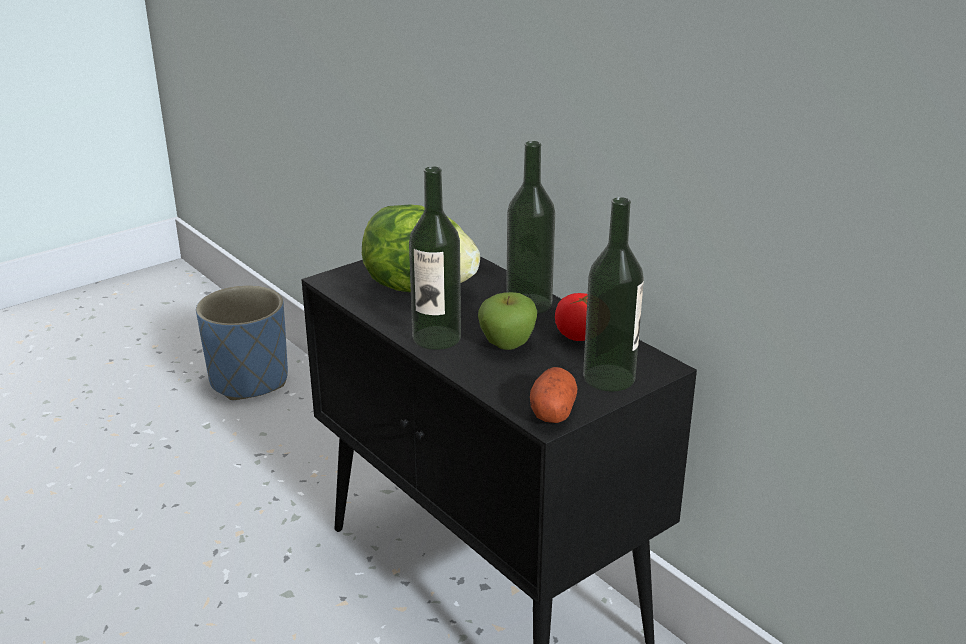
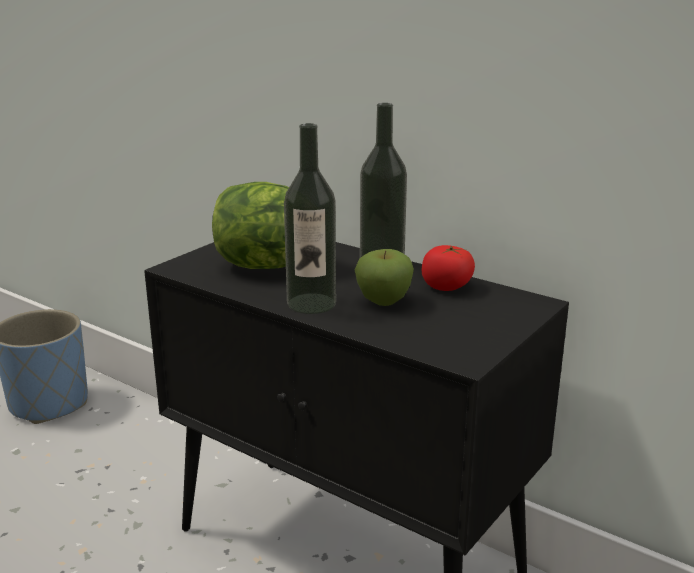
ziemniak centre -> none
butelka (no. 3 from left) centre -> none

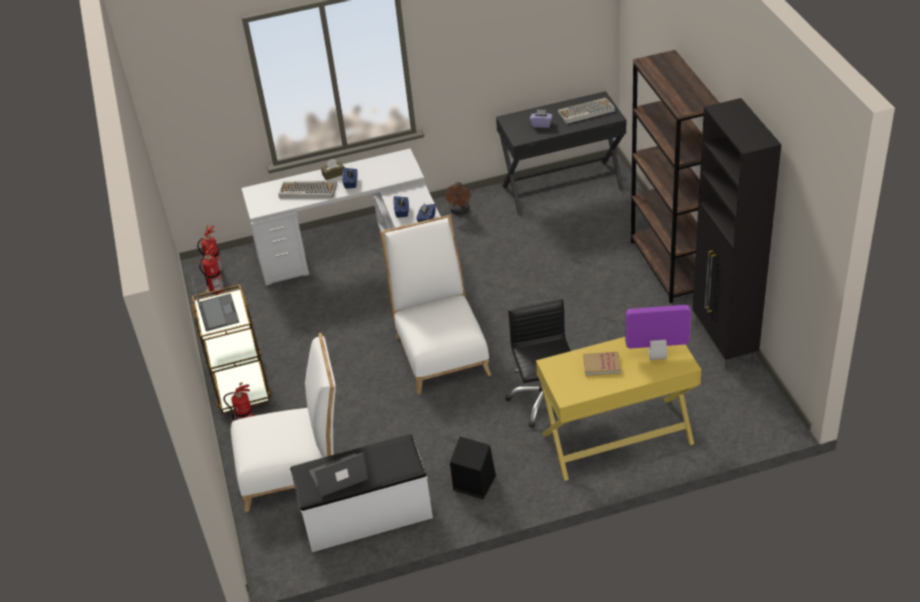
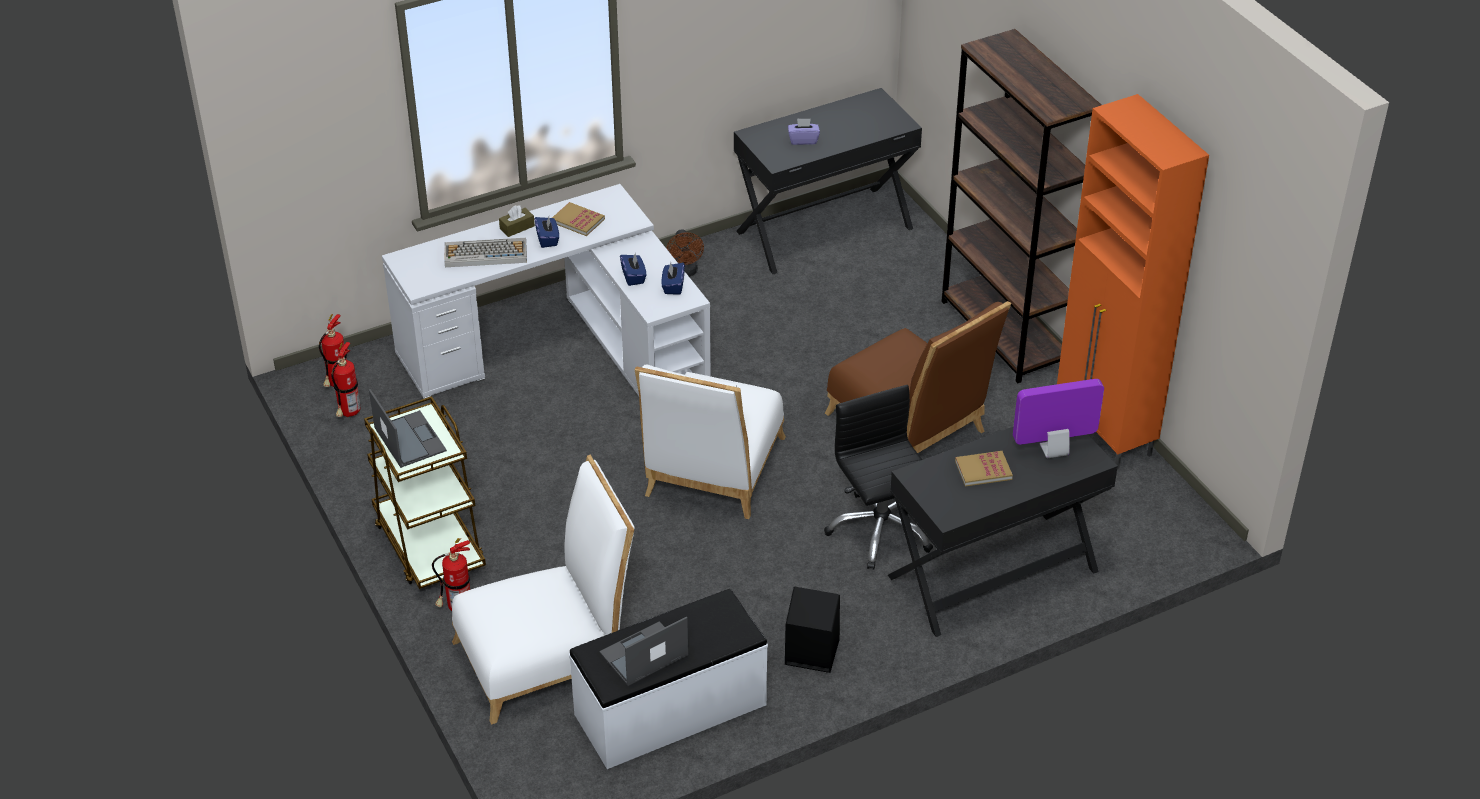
klawiatura (no. 2 from left) top centre -> none
none -> książka (no. 1 from left) top centre
none -> krzesło (brązowy) centre
biurko (żółty) bottom right -> biurko (czarny) (no. 2 from left) middle right
szafka (czarny) middle right -> szafka (pomarańczowy) middle right
krzesło (biały) (no. 2 from left) centre, 135 degrees counterclockwise

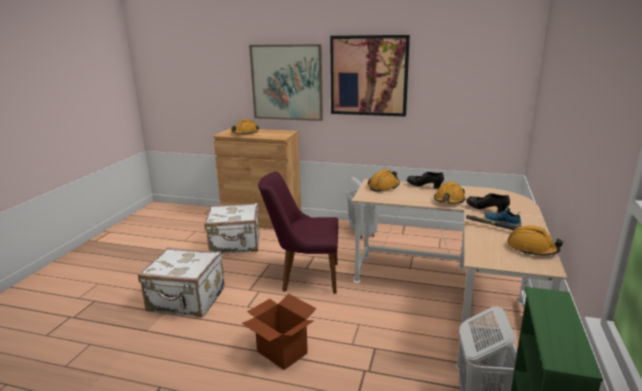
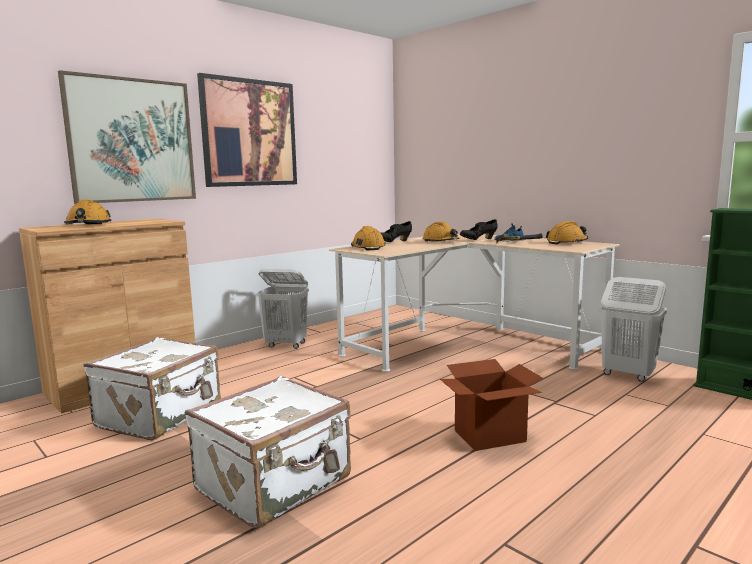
krzesło (fioletowy) centre -> none

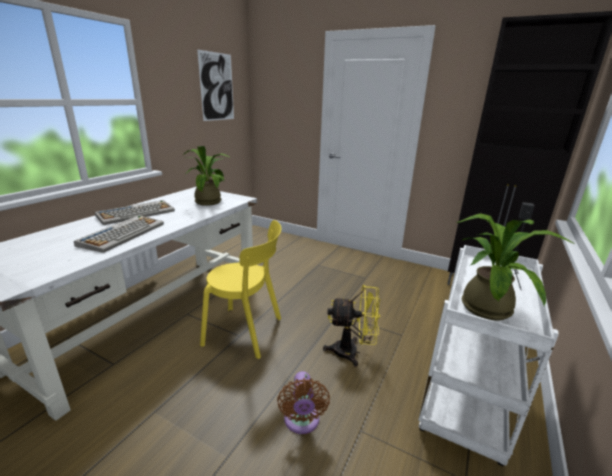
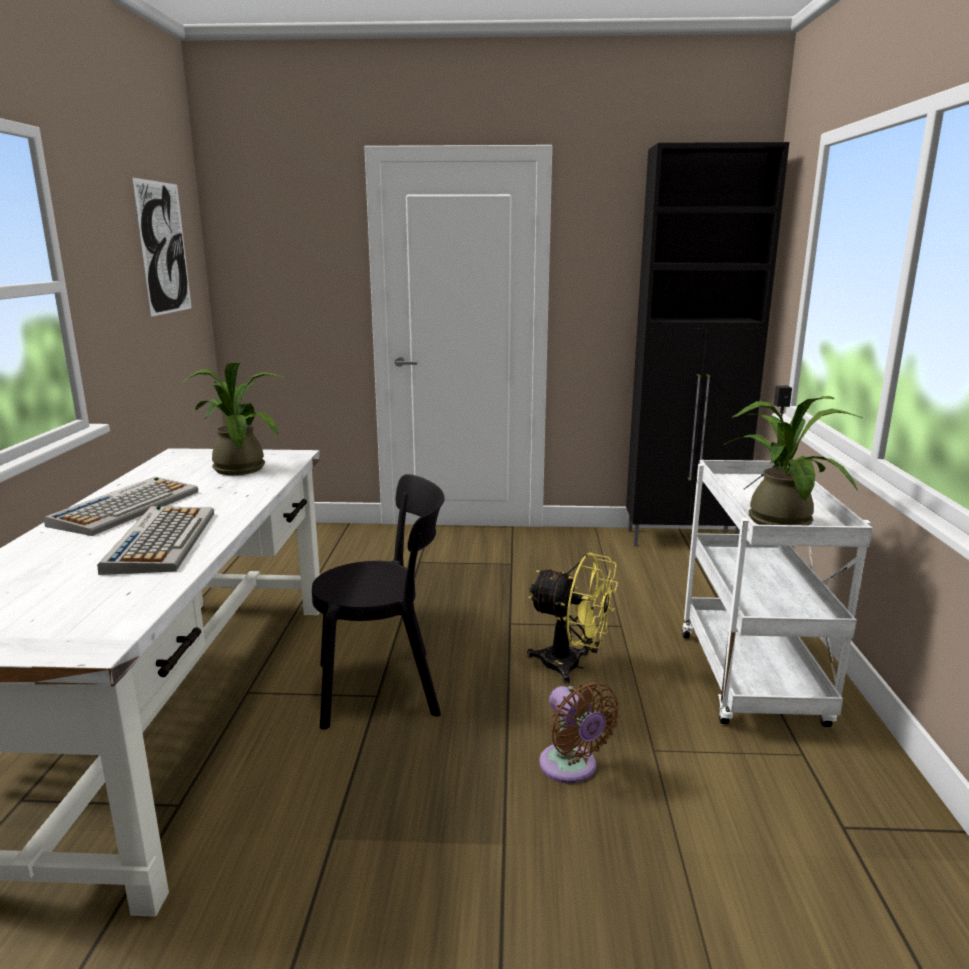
krzesło (żółty) centre -> krzesło (czarny) centre
wentylator (żółty) bottom centre -> wentylator (żółty) centre, 45 degrees clockwise

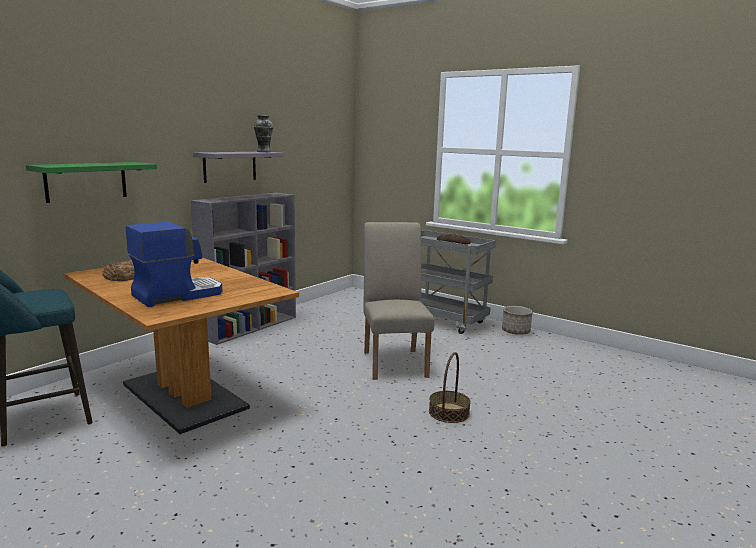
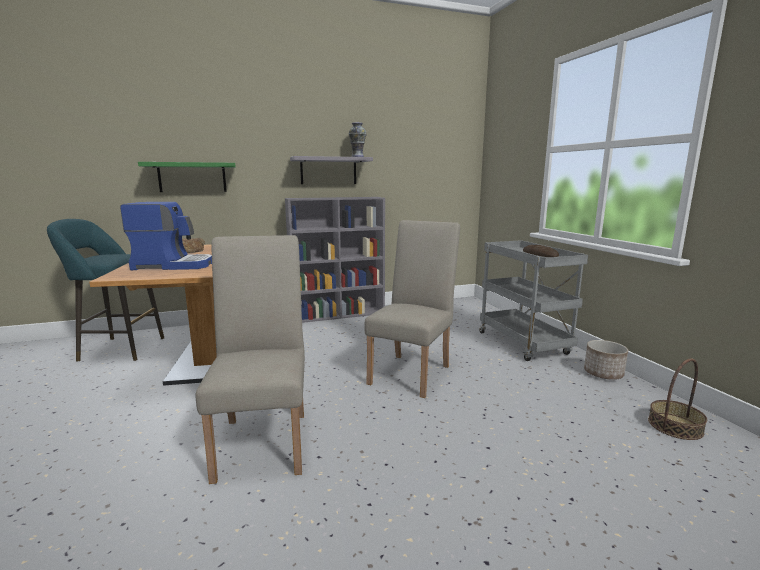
none -> krzesło (beżowy) (no. 1 from left) middle left
koszyk bottom centre -> koszyk bottom right, relocated

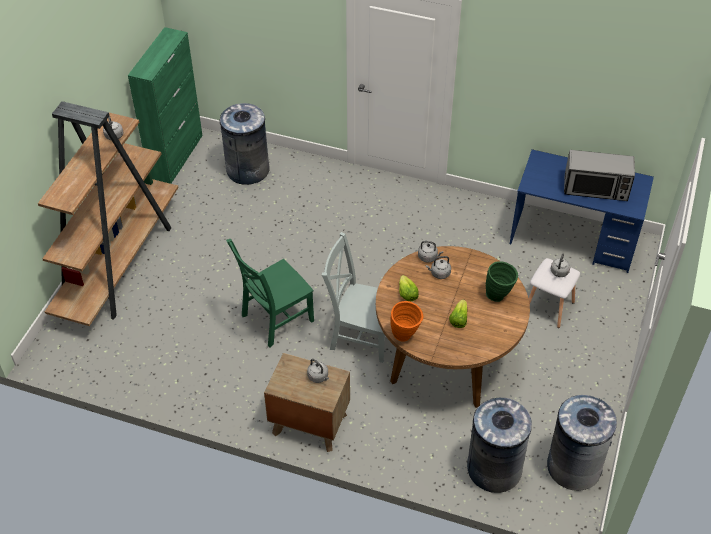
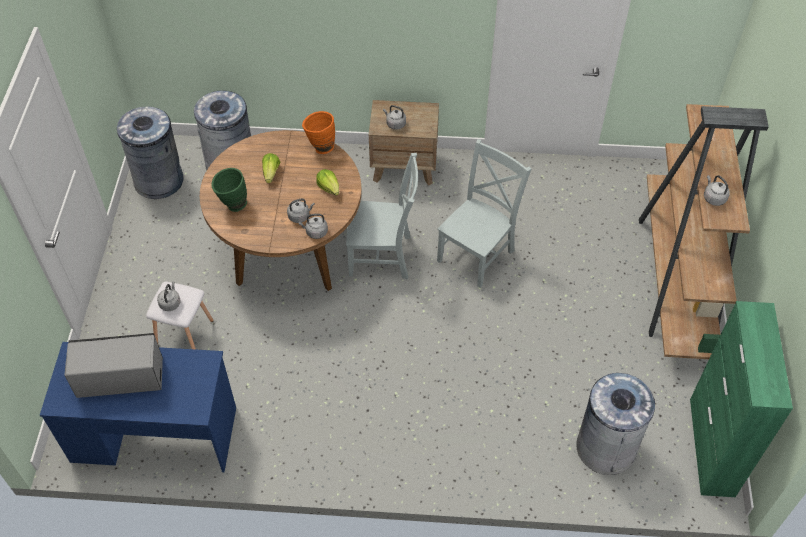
krzesło (zielony) centre -> krzesło (szary) (no. 2 from left) centre

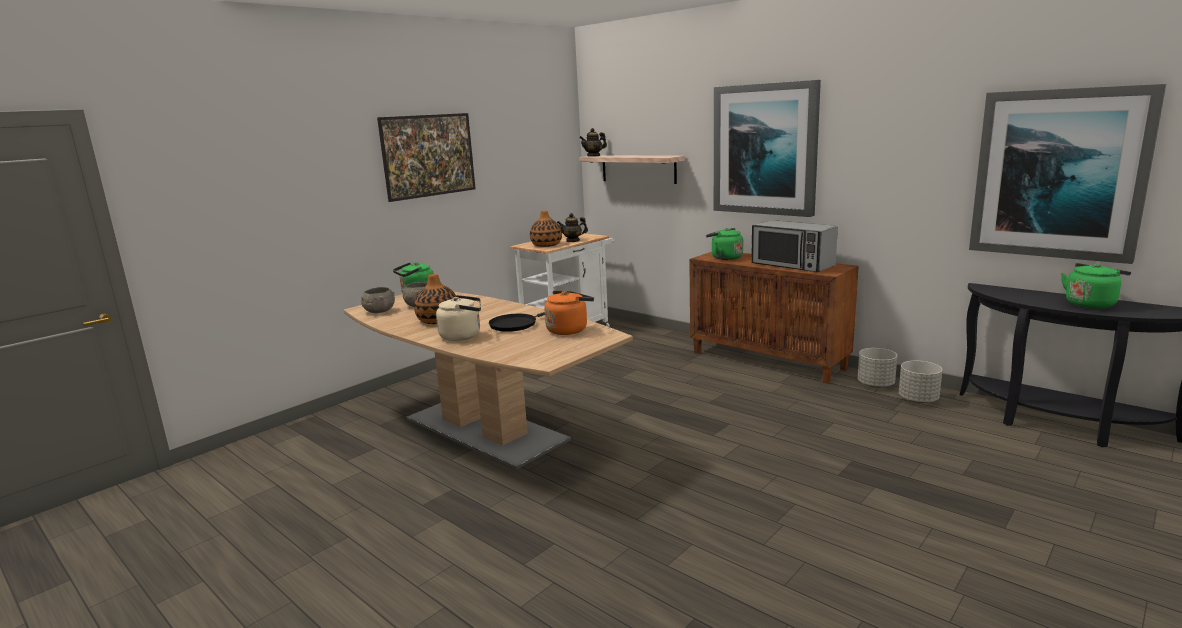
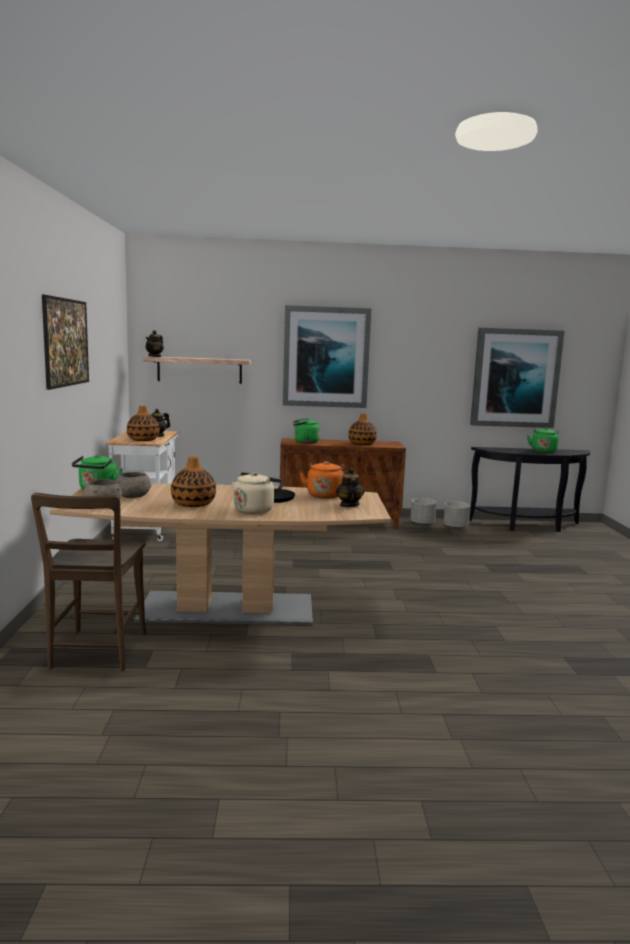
none -> krzesło (brązowy) middle left
none -> imbryk (no. 3 from left) centre
mikrofalówka middle right -> wazon (no. 3 from left) centre

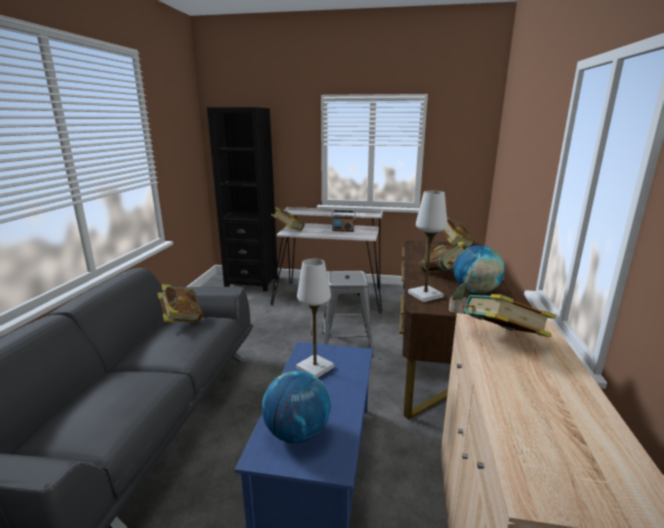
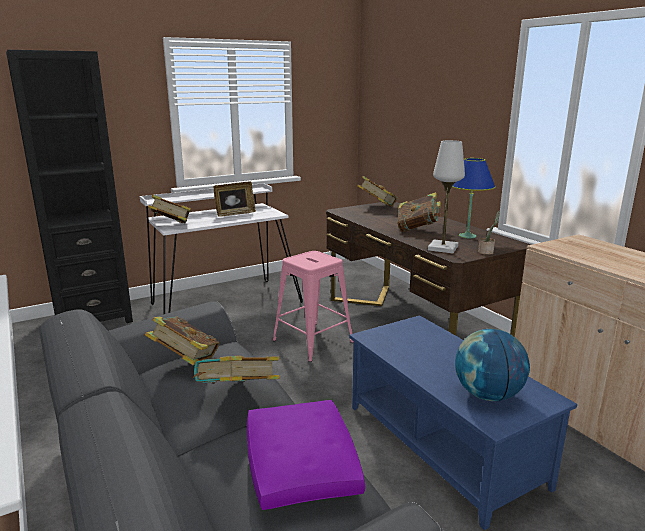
lampa stołowa (biały) (no. 1 from left) centre -> none
none -> poduszka (fioletowy) bottom centre
książka (no. 5 from left in the first image) middle right -> książka (no. 3 from left) bottom centre, relocated
radio centre -> ramka na zdjęcie centre
globus (no. 2 from left) middle right -> lampa stołowa (niebieski) middle right
stołek (szary) centre -> stołek (różowy) centre

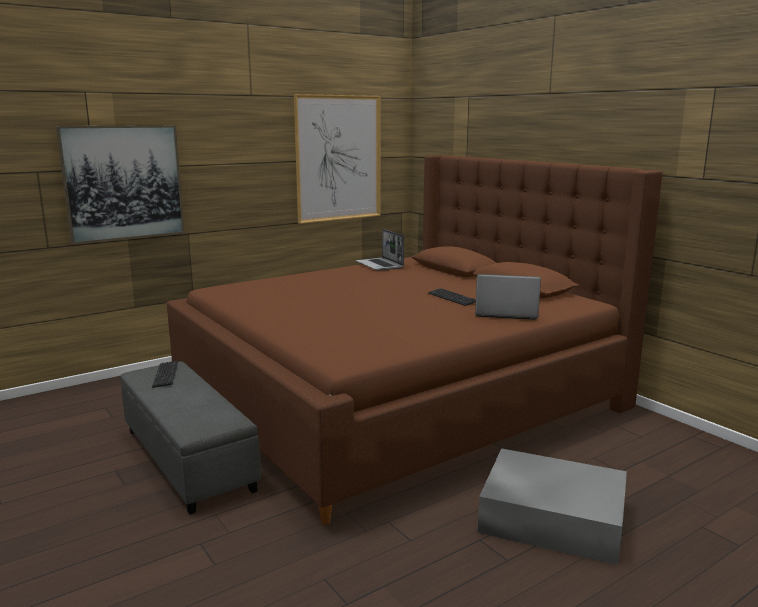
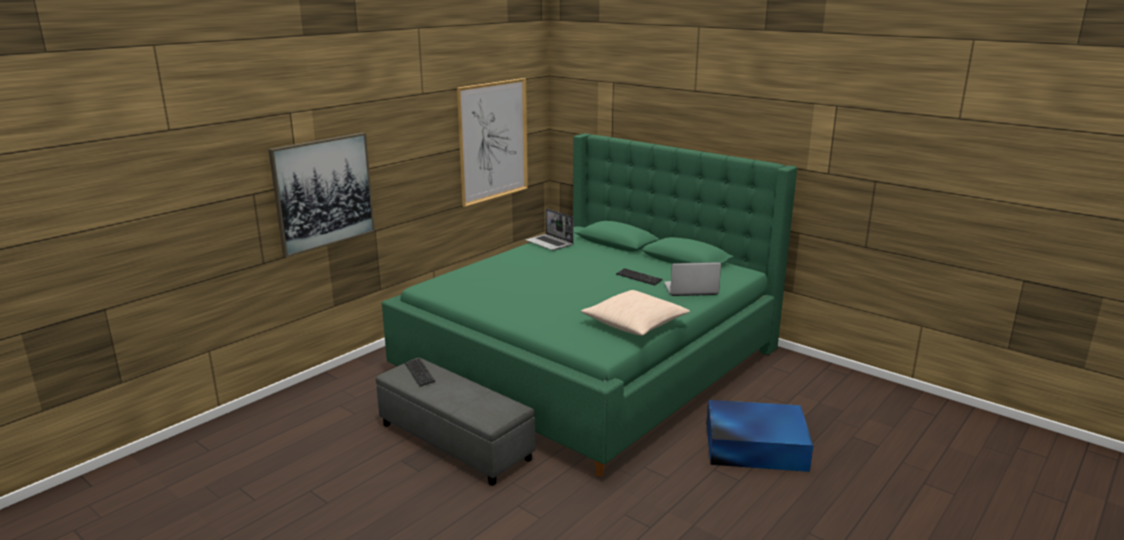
none -> poduszka (beżowy) centre
łóżko (brązowy) centre -> łóżko (zielony) centre
pojemnik do przechowywania (szary) bottom right -> pojemnik do przechowywania (niebieski) bottom right

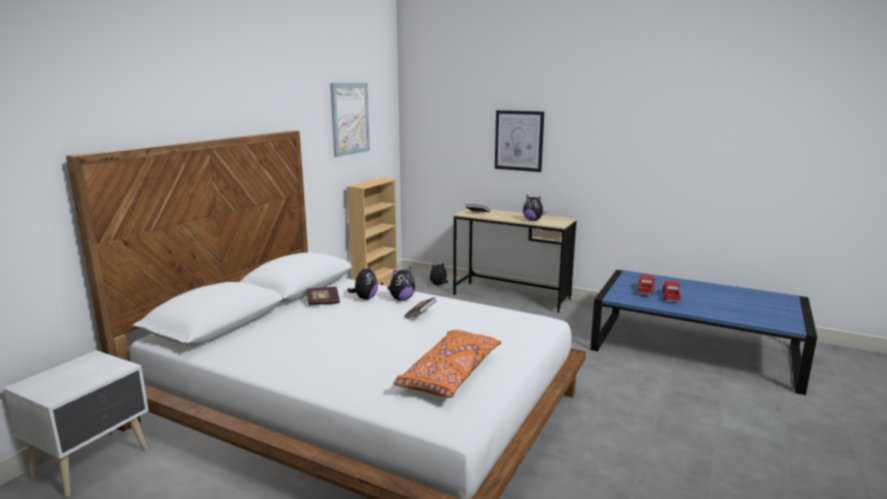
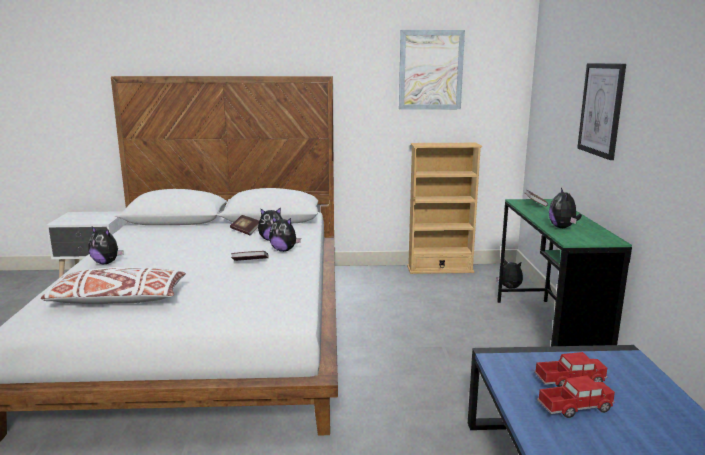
none -> pluszak (no. 1 from left) middle left
poduszka (pomarańczowy) bottom centre -> poduszka (biały) middle left
biurko (beżowy) centre -> biurko (zielony) middle right

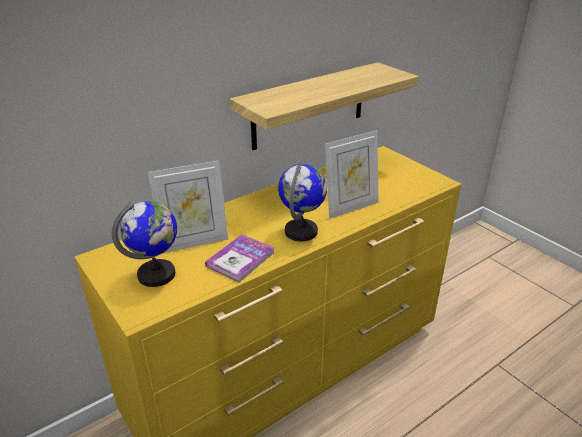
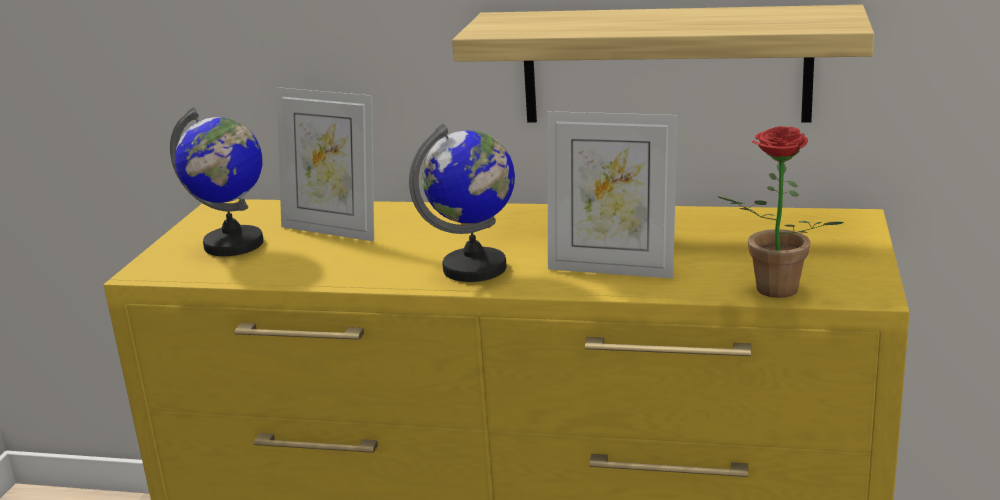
książka centre -> none
none -> roślina doniczkowa middle right

